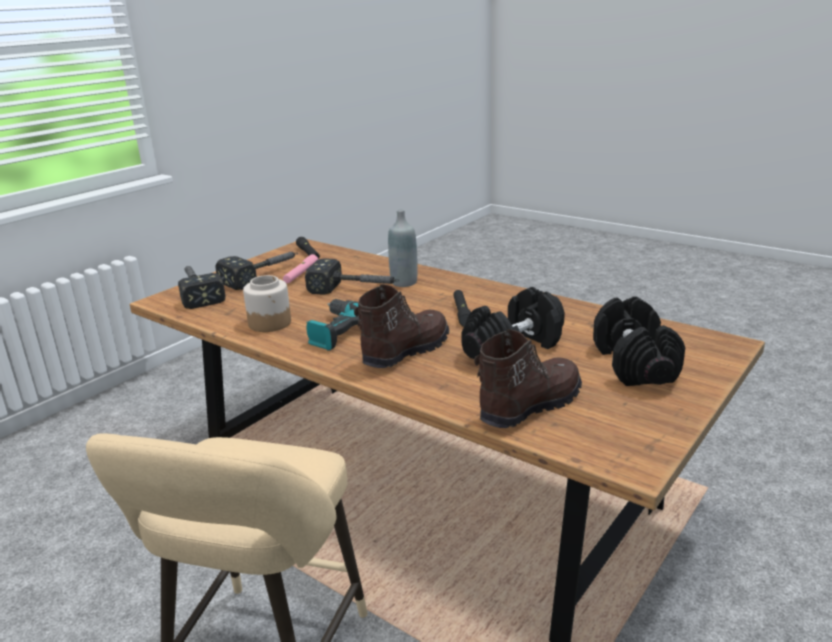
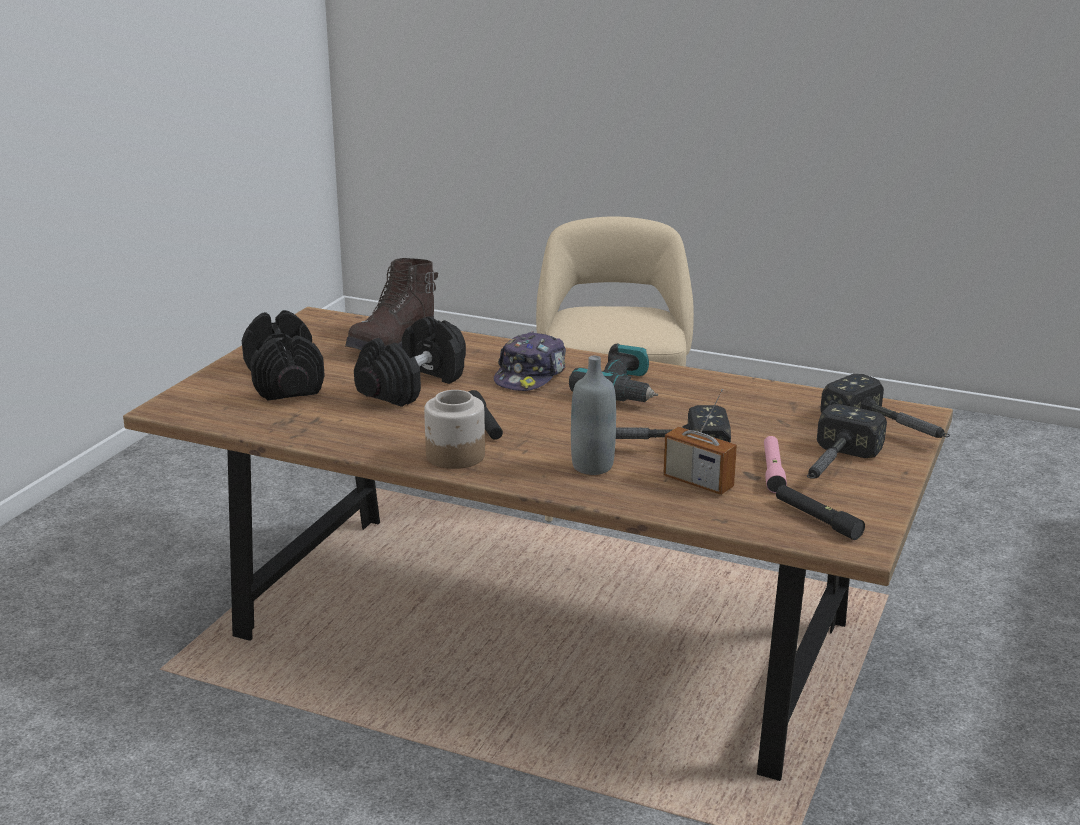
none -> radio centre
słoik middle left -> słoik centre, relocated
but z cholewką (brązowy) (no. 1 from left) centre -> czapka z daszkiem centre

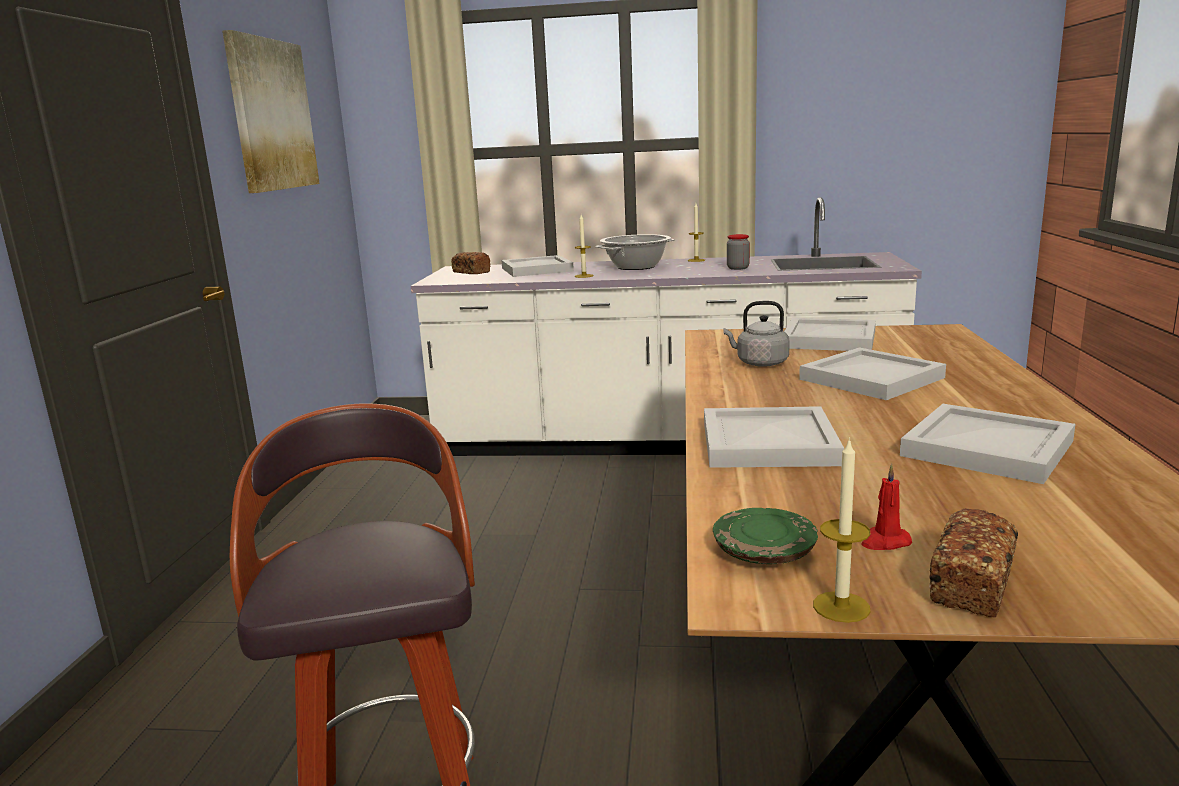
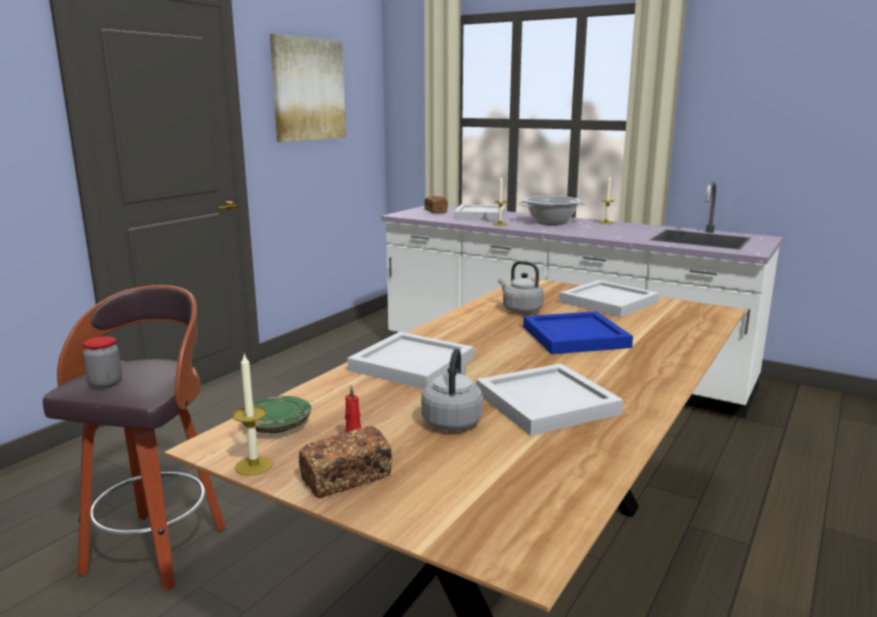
none -> czajnik (szary) (no. 1 from left) centre
słoik top centre -> słoik middle left, relocated
taca (biały) (no. 4 from left) middle right -> taca (niebieski) centre

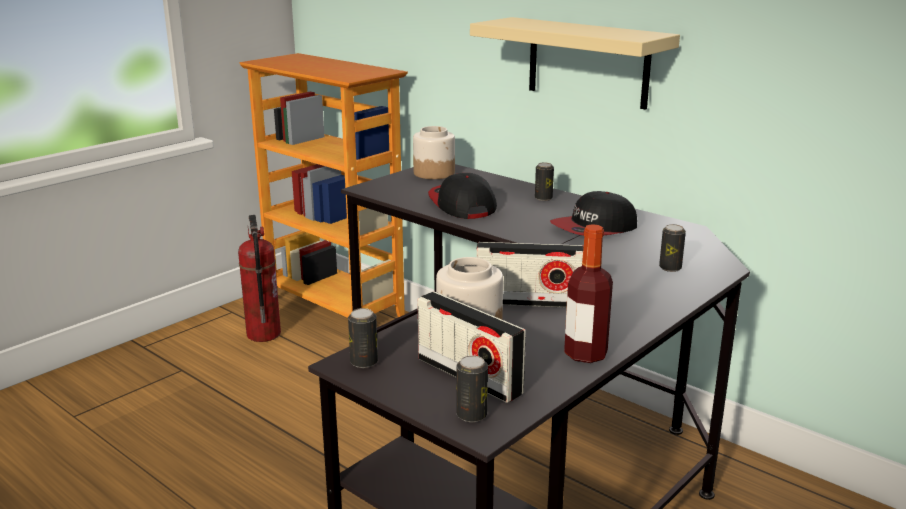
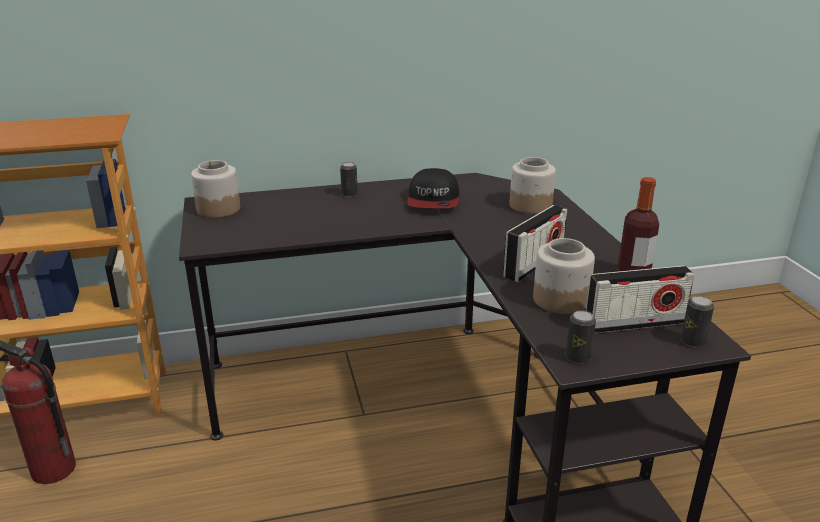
czapka z daszkiem (no. 1 from left) centre -> none
półka (beżowy) top centre -> none
puszka (no. 4 from left) middle right -> słoik (no. 2 from left) centre

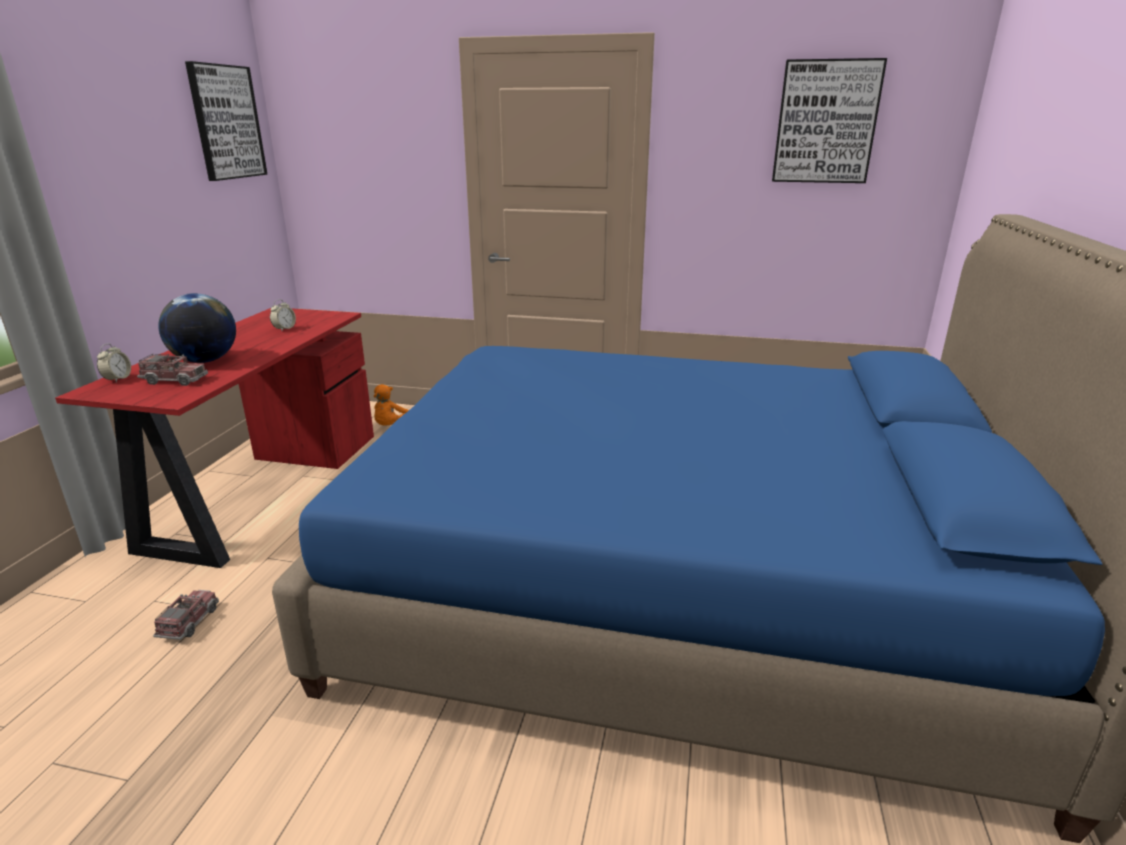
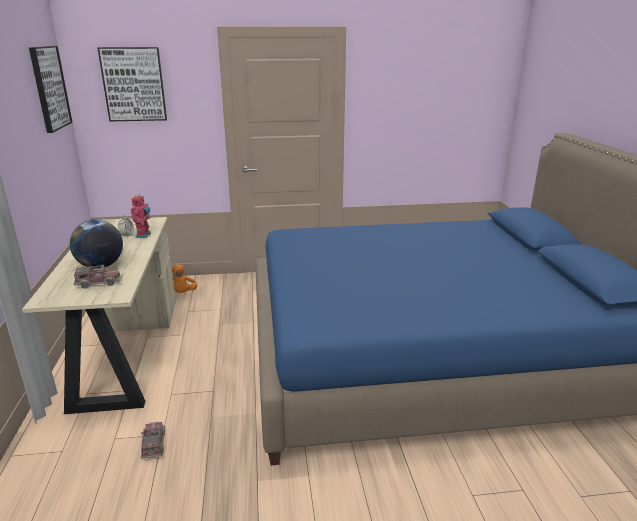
budzik (no. 1 from left) middle left -> none
none -> robot zabawkowy middle left
obraz (no. 2 from left) top right -> obraz (no. 2 from left) top left, relocated
biurko (czerwony) middle left -> biurko (beżowy) middle left

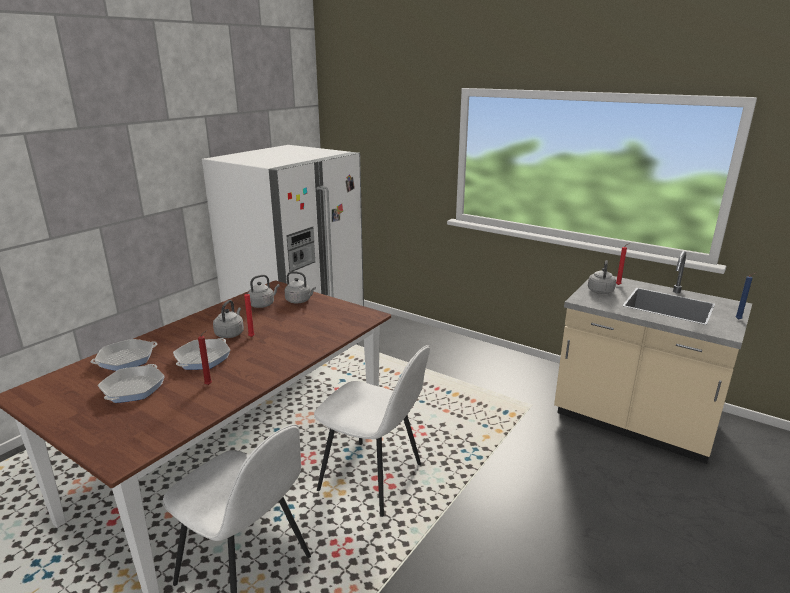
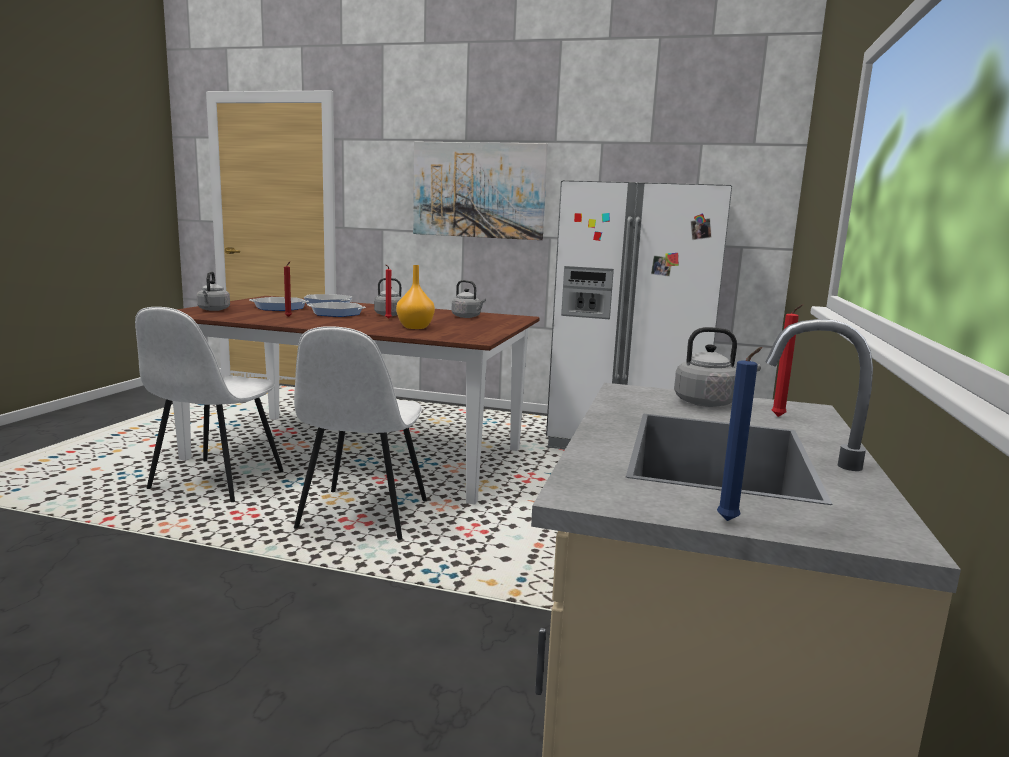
none -> wazon (pomarańczowy) centre
none -> obraz top centre
czajnik (szary) (no. 3 from left in the first image) centre -> czajnik (szary) (no. 1 from left) middle left, relocated

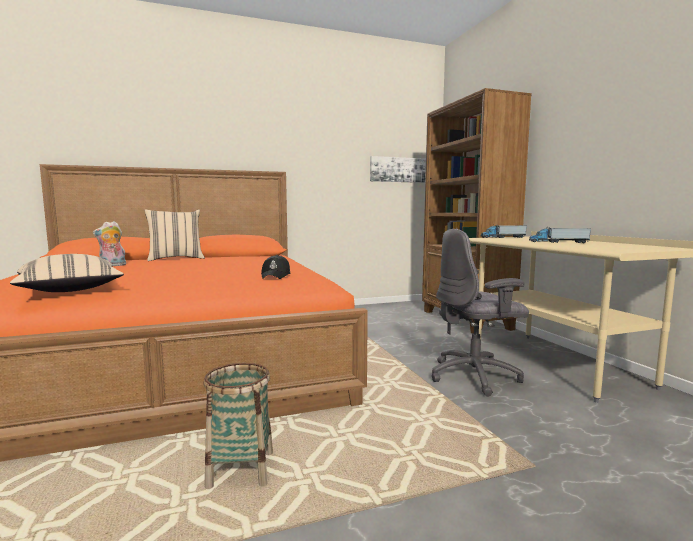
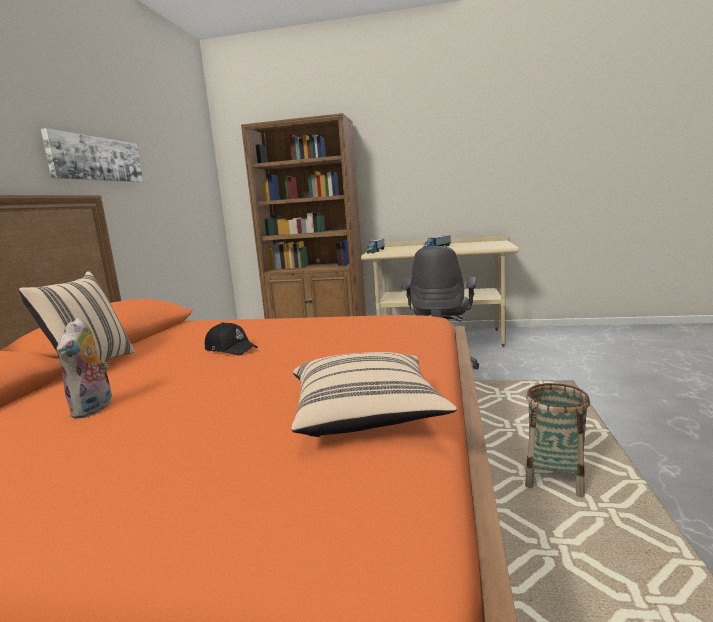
czapka z daszkiem (czarny) centre -> czapka z daszkiem (czarny) middle left, relocated
obraz top centre -> obraz top left, relocated

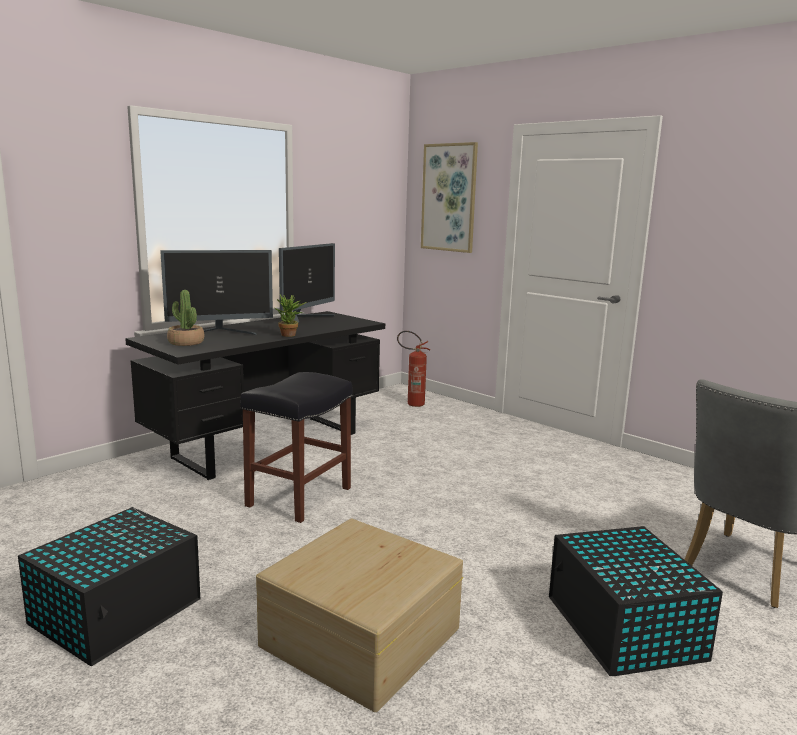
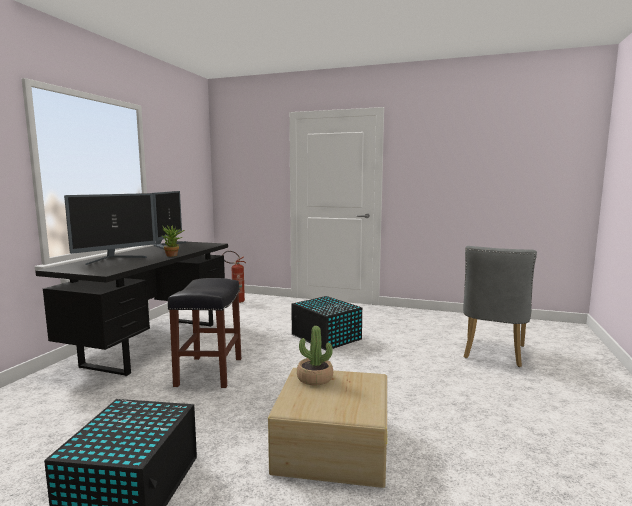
obraz top centre -> none
roślina doniczkowa (no. 1 from left in the first image) middle left -> roślina doniczkowa (no. 2 from left) bottom centre, relocated
pojemnik do przechowywania (czarny) (no. 2 from left) bottom right -> pojemnik do przechowywania (czarny) (no. 2 from left) centre, relocated

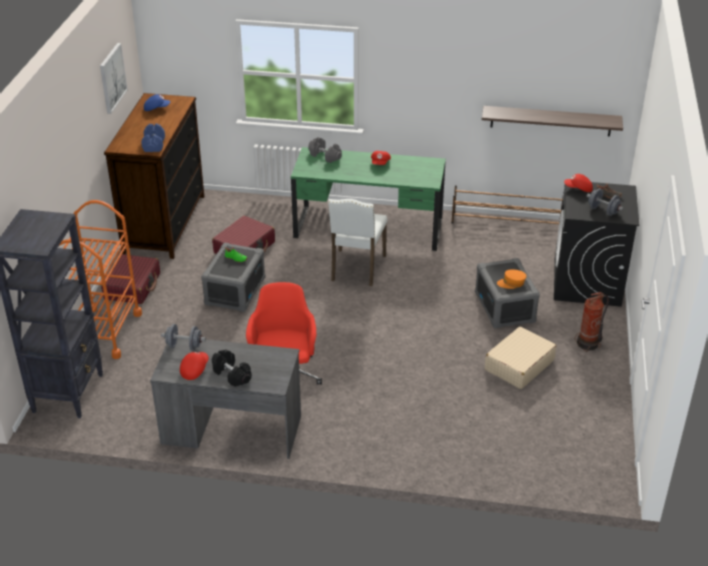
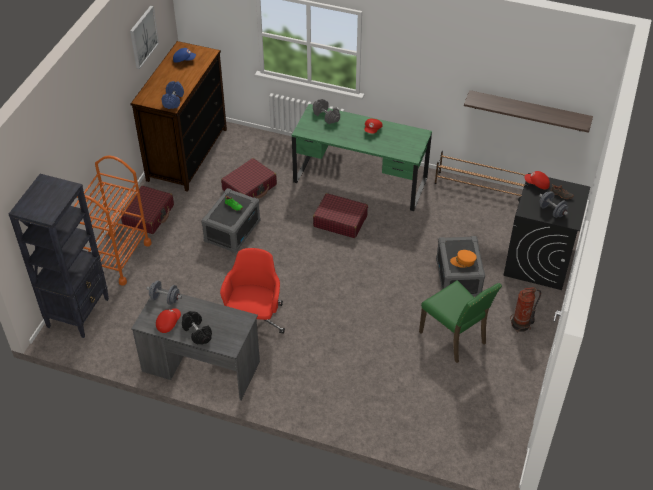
krzesło (biały) centre -> walizka (czerwony) (no. 3 from left) centre
walizka (beżowy) middle right -> krzesło (zielony) middle right

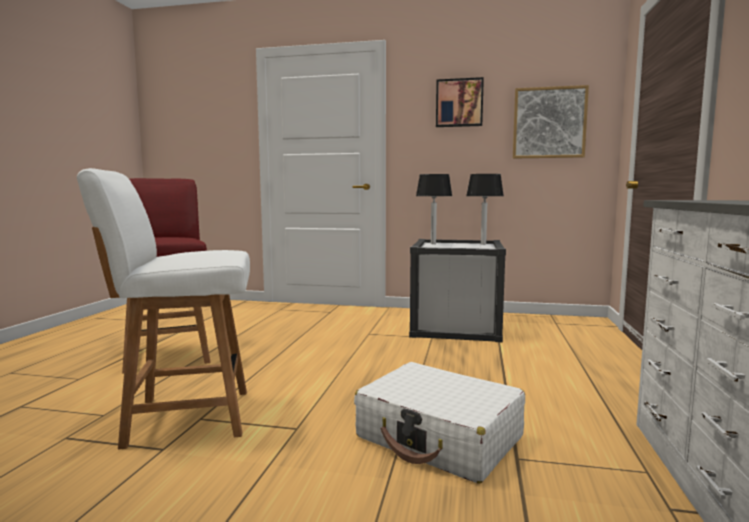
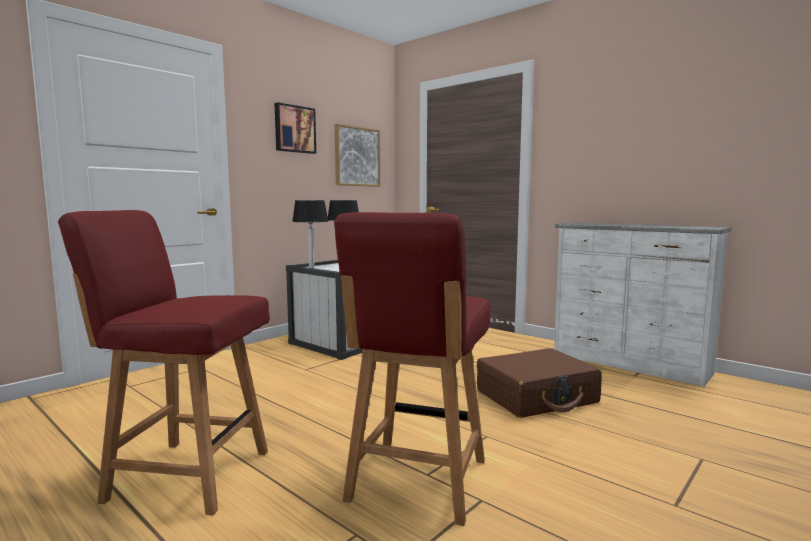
krzesło (biały) middle left -> krzesło (czerwony) (no. 2 from left) bottom centre
walizka (biały) bottom centre -> walizka (brązowy) bottom centre

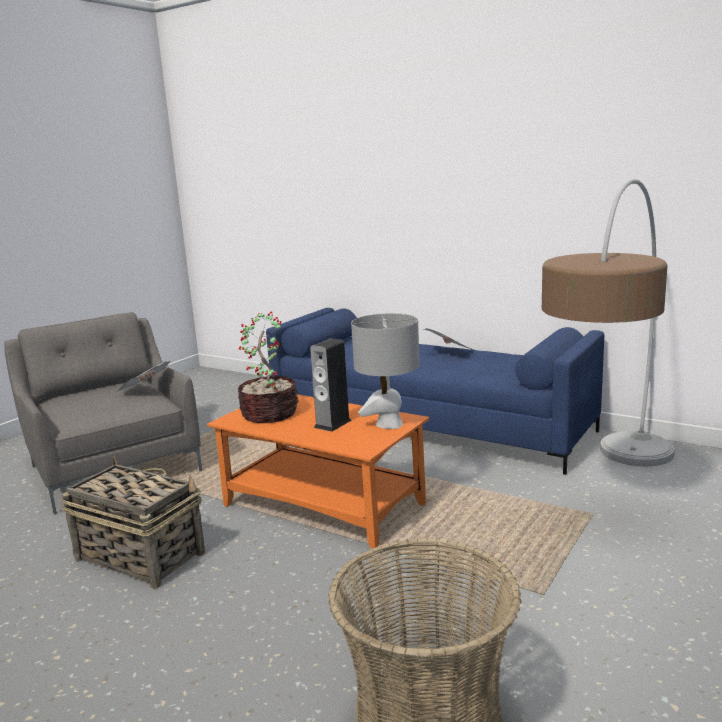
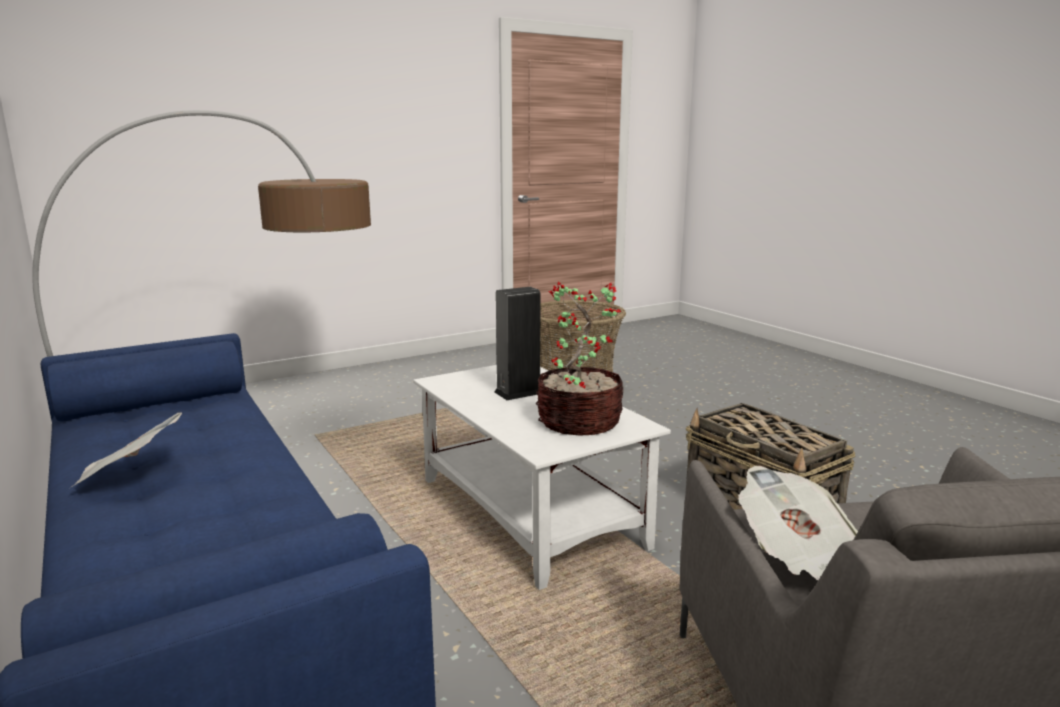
lampa stołowa (szary) centre -> none
ława (pomarańczowy) centre -> ława (biały) bottom centre

